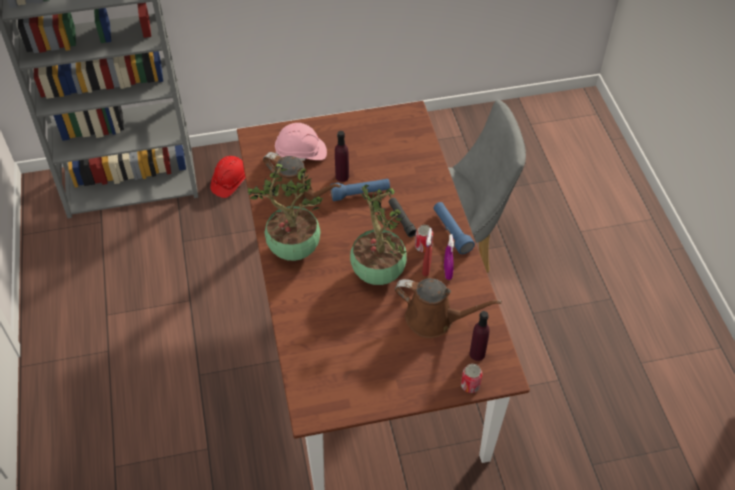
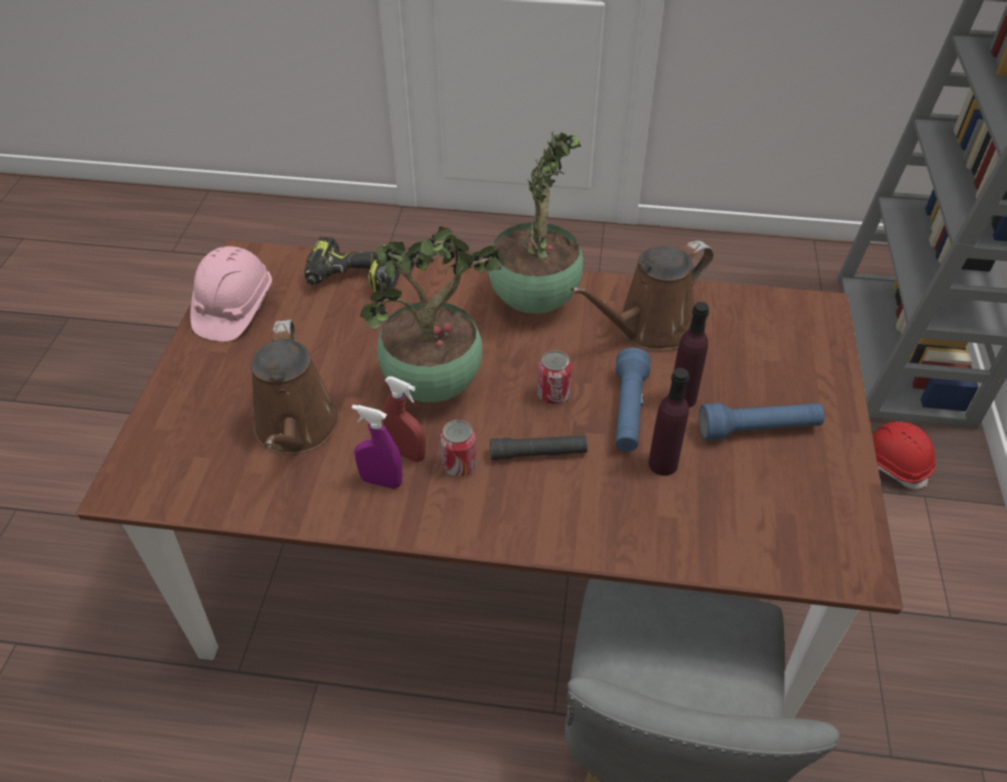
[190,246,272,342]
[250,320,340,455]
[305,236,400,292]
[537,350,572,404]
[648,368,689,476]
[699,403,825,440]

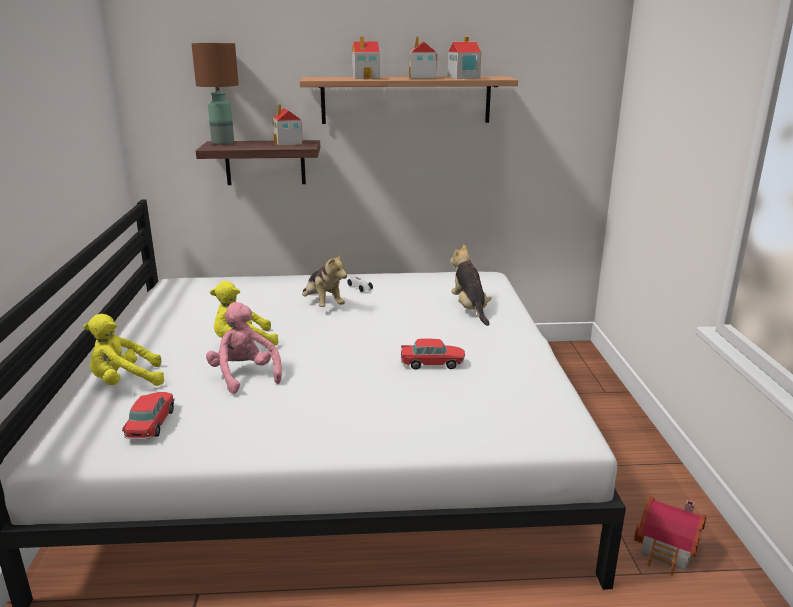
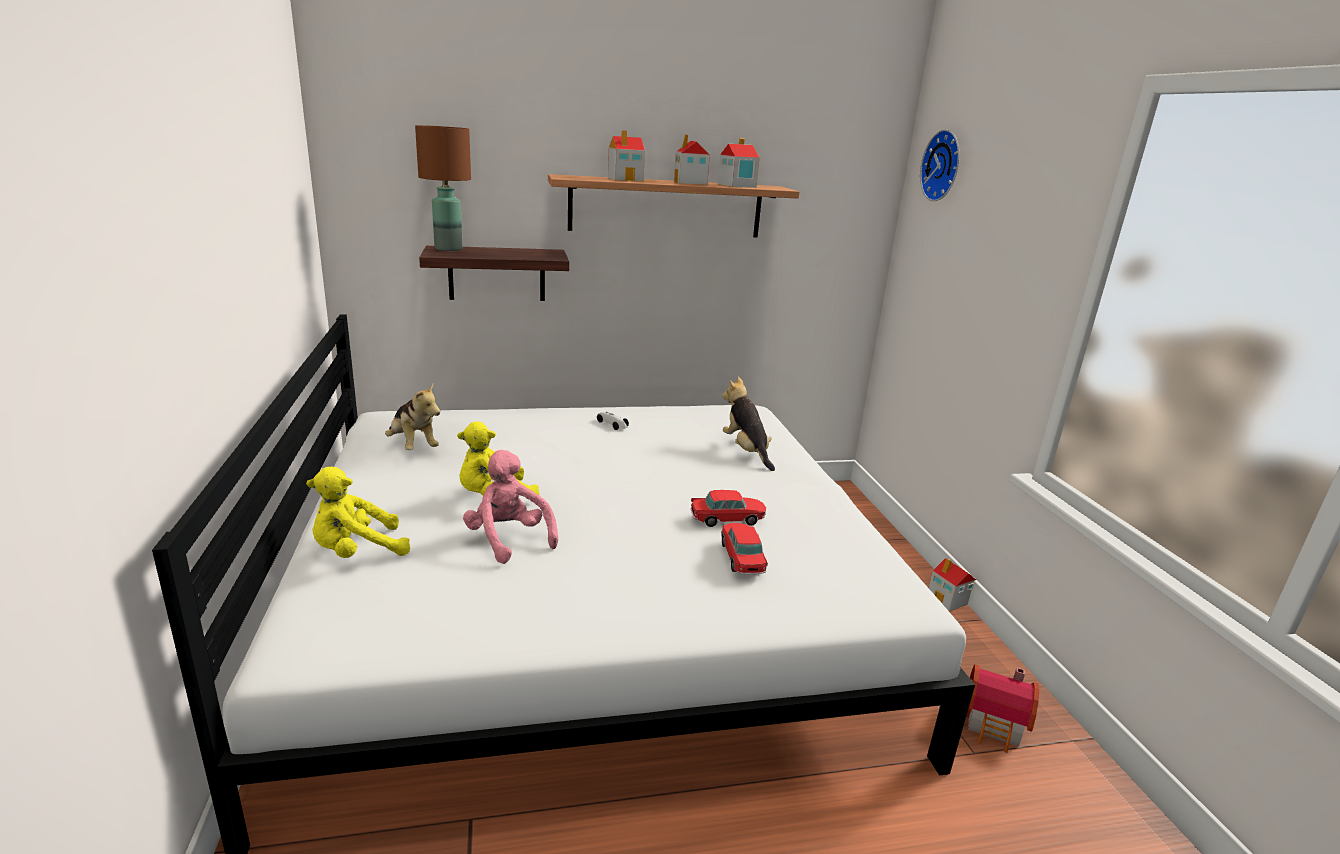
[385,384,440,450]
[721,523,768,574]
[920,129,960,201]
[929,558,976,611]

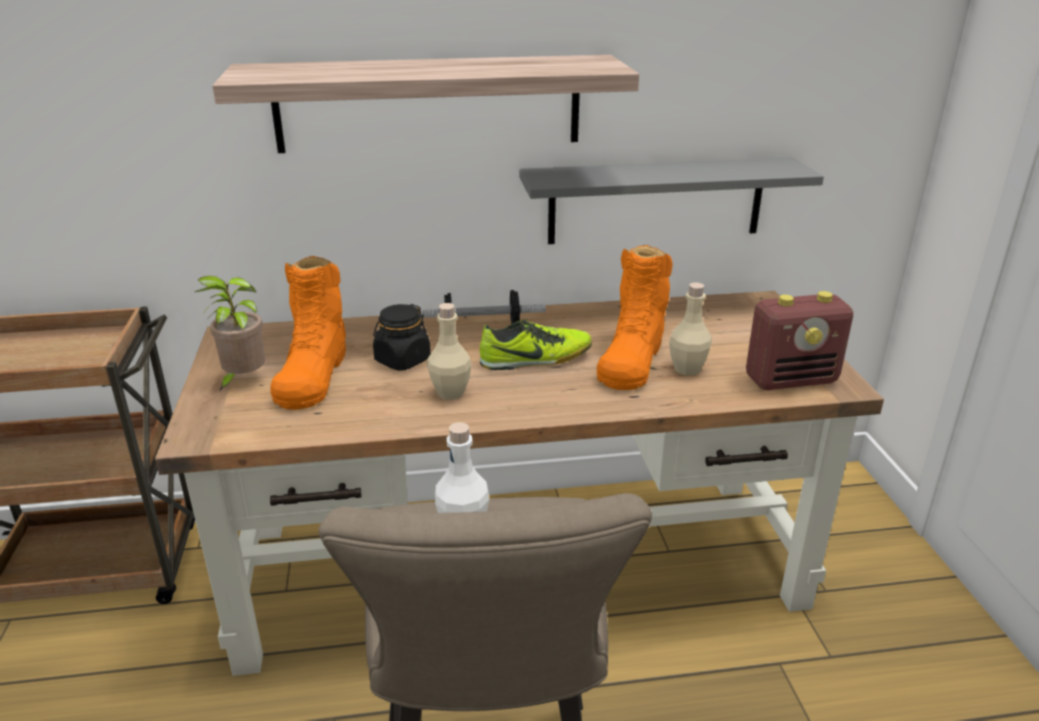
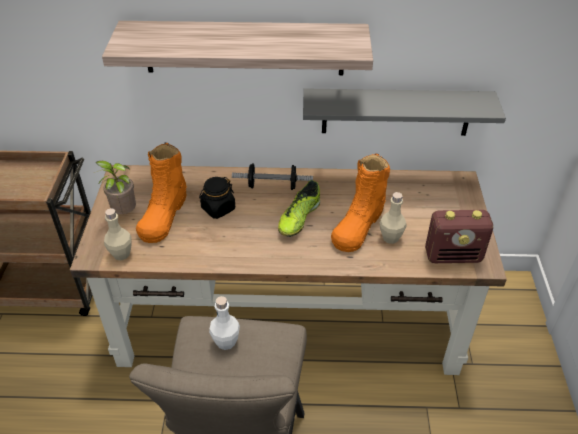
[104,208,132,260]
[278,180,320,237]

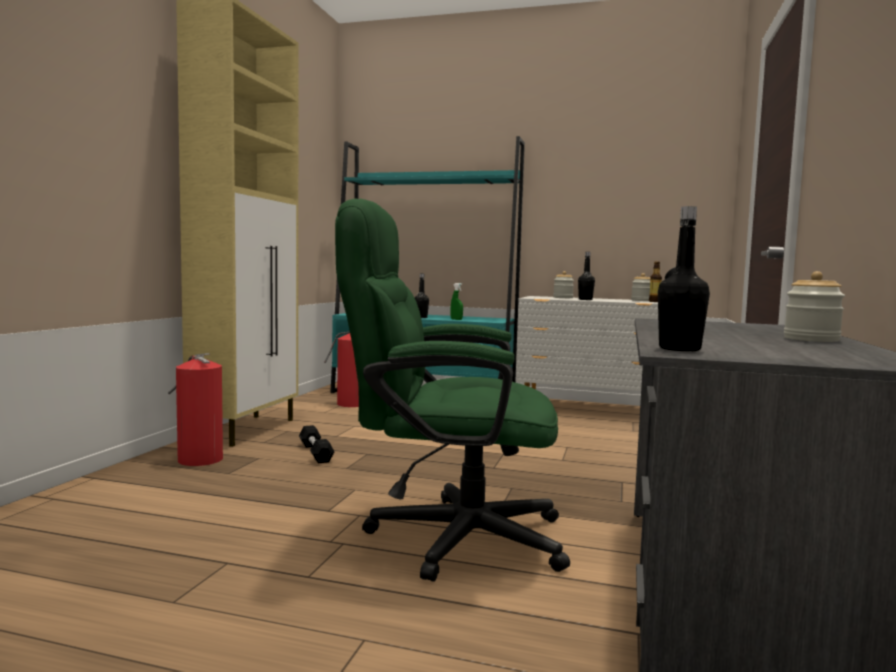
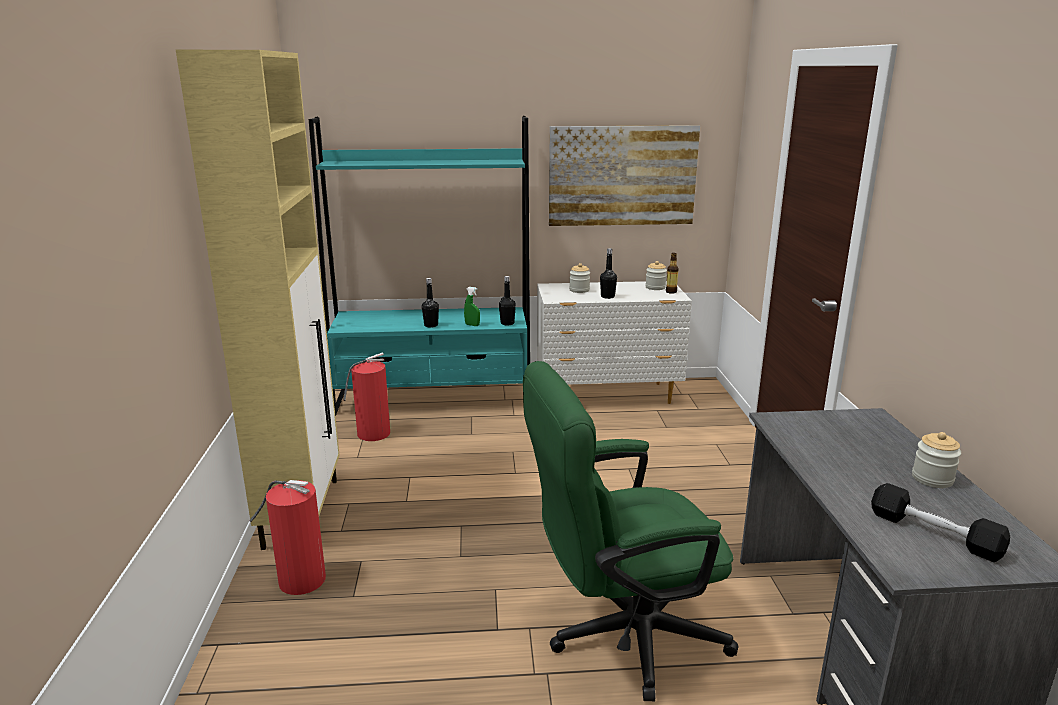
[499,276,516,325]
[549,125,700,226]
[871,483,1010,562]

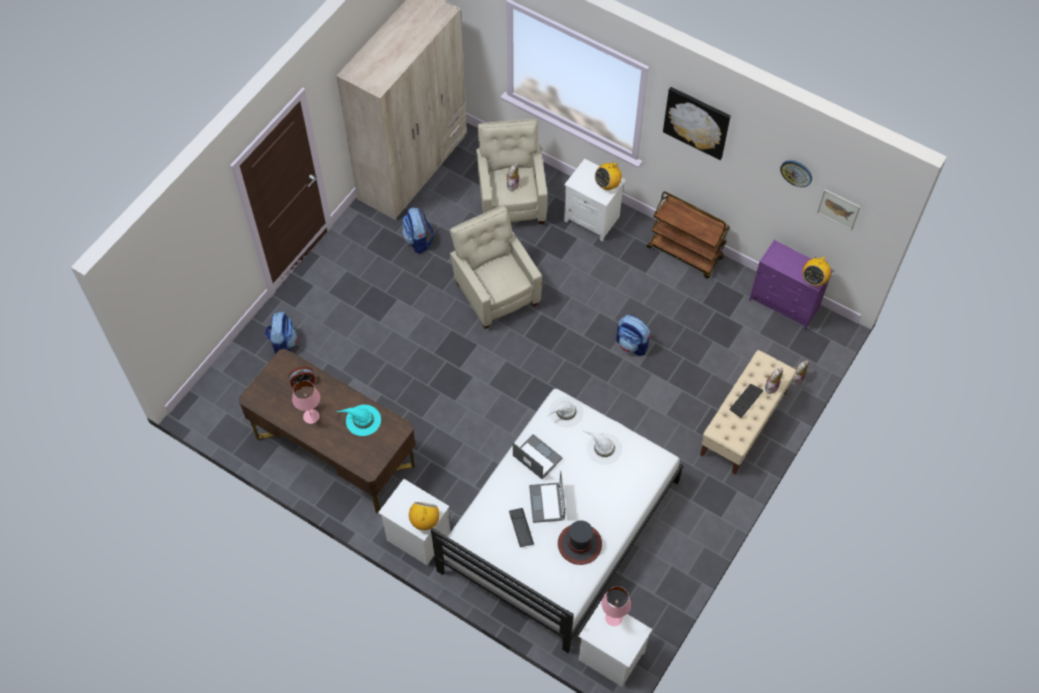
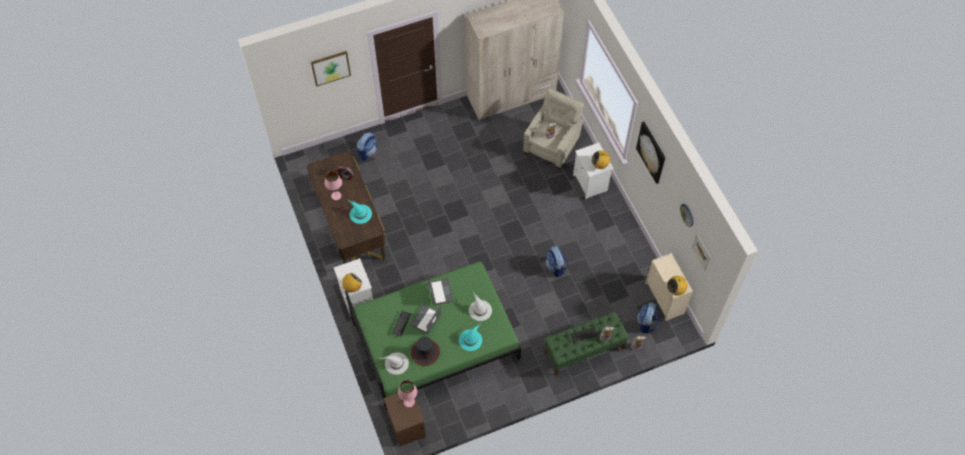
[311,51,351,87]
[345,261,521,410]
[379,352,409,375]
[383,388,426,447]
[459,323,482,351]
[544,311,629,376]
[637,302,659,333]
[645,253,693,321]
[450,206,542,329] (first image)
[647,191,730,279] (first image)

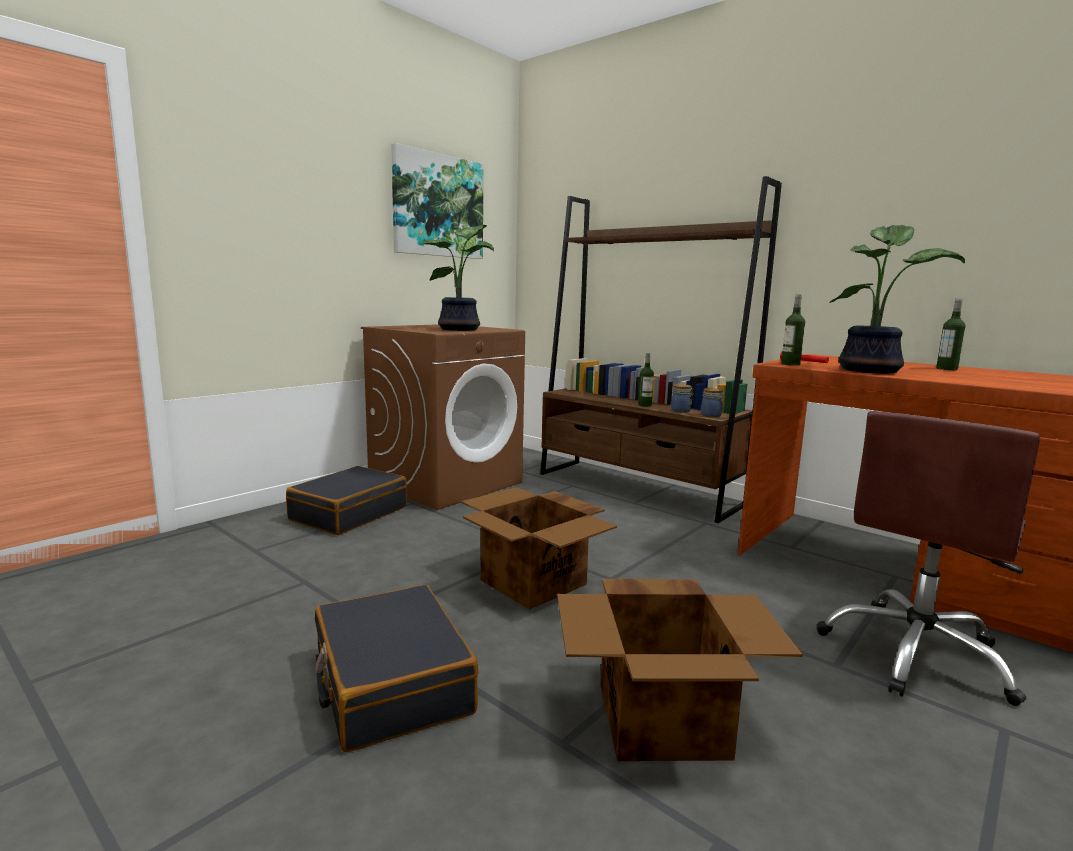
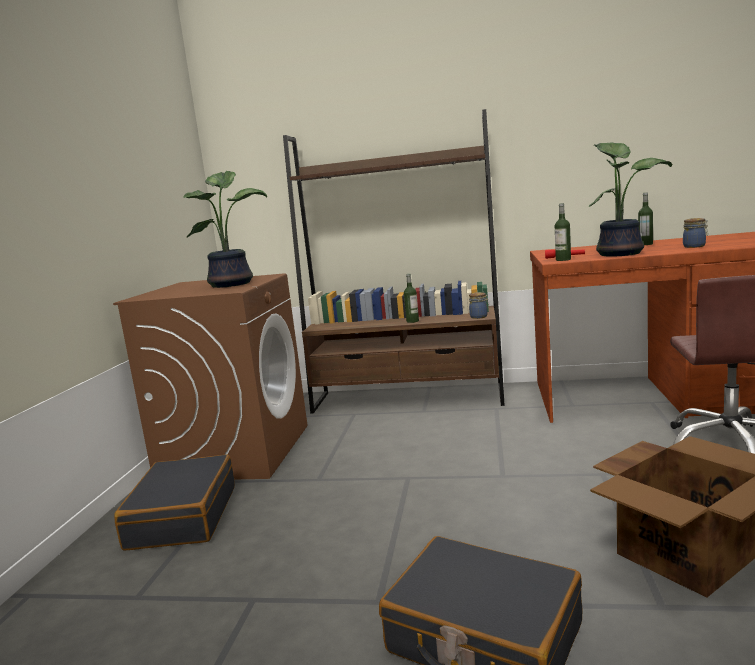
[683,218,708,248]
[391,143,483,259] (first image)
[461,487,617,610] (first image)

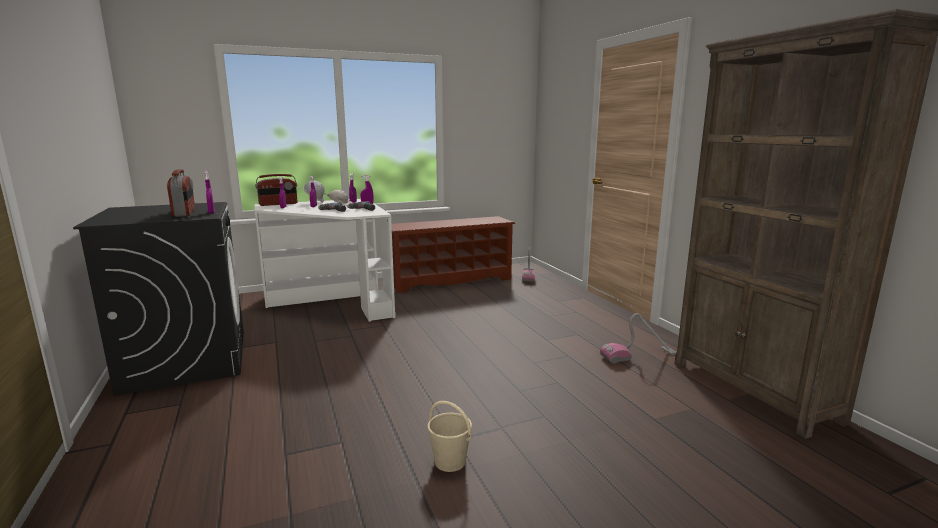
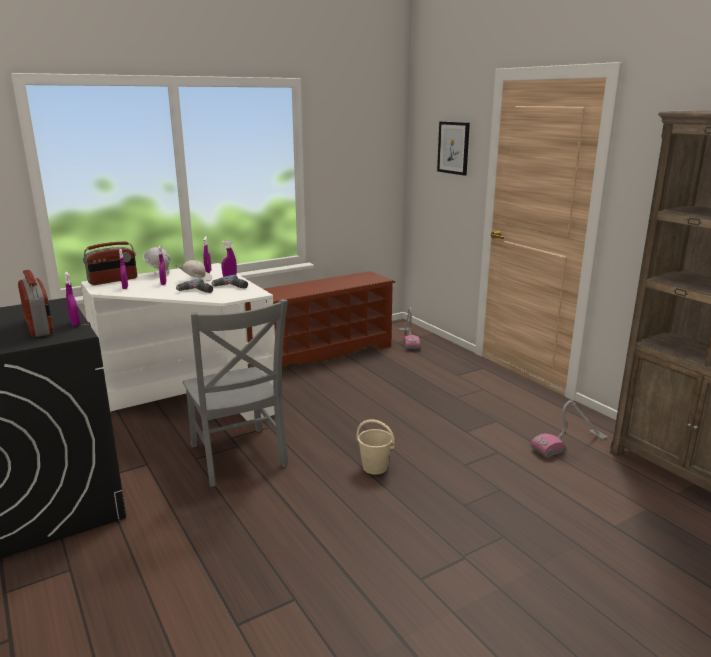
[183,299,288,487]
[356,419,395,475]
[437,121,470,176]

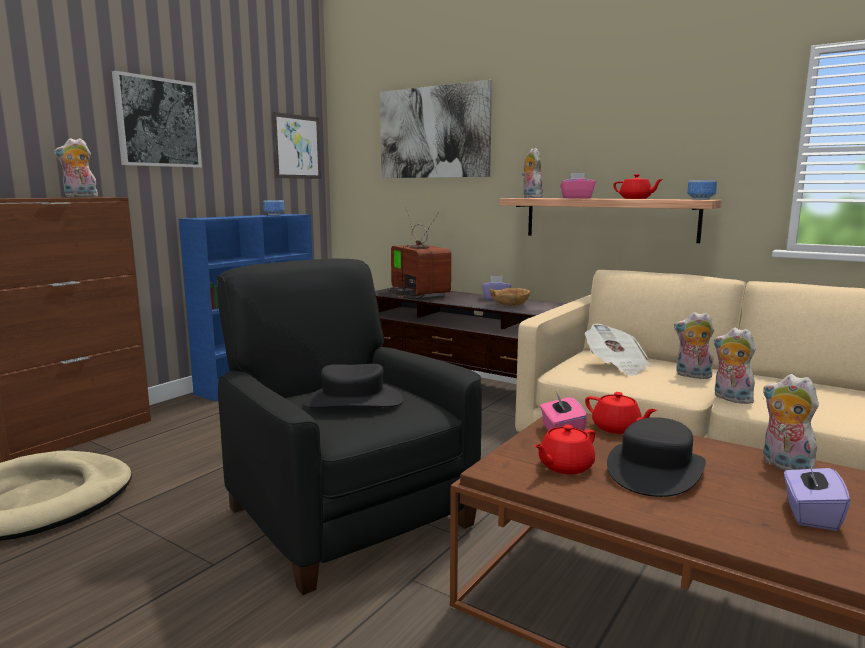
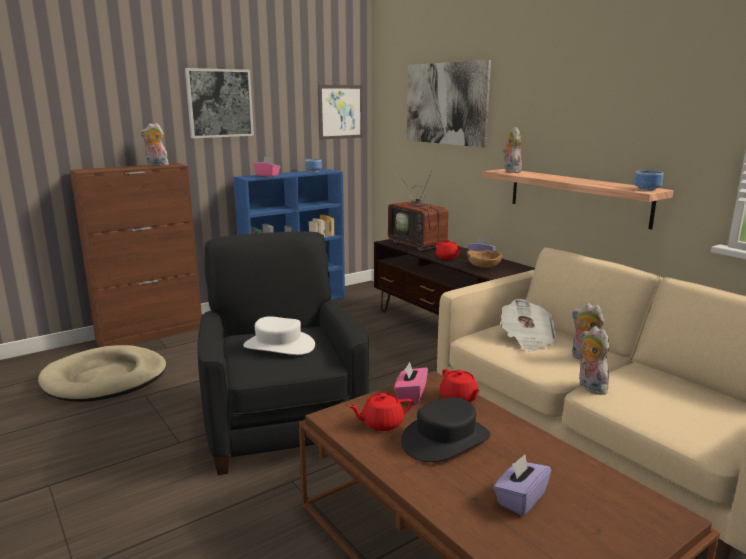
[243,316,315,355]
[253,157,280,177]
[388,171,448,251]
[436,240,461,259]
[762,374,819,471] (first image)

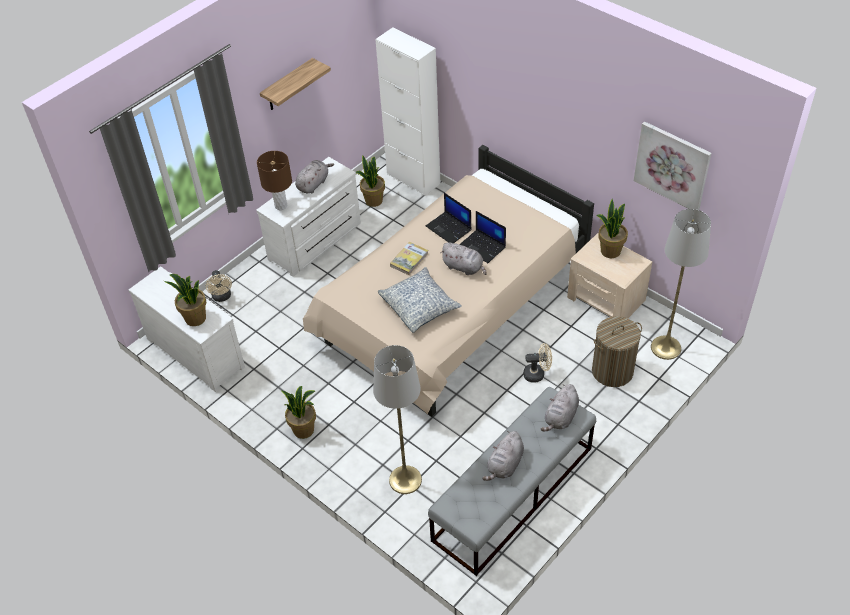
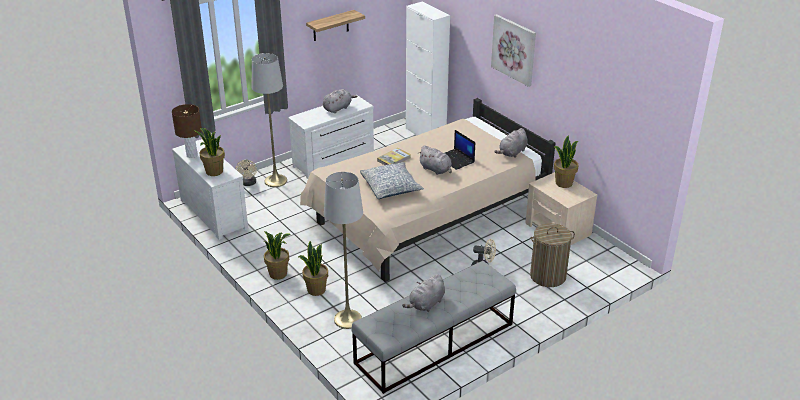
[172,104,202,158]
[252,53,287,187]
[298,241,328,296]
[491,14,536,87]
[495,128,528,158]
[426,193,471,243] (first image)

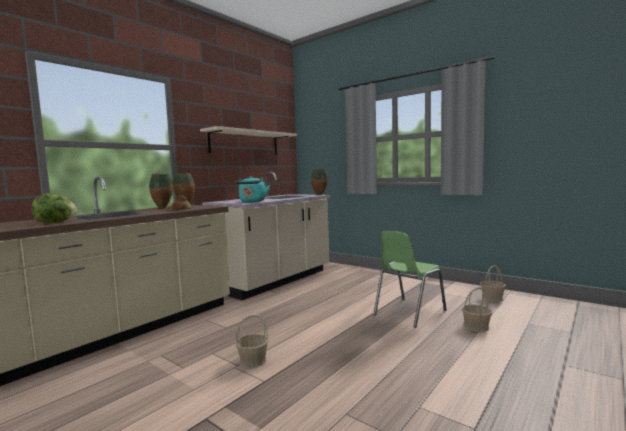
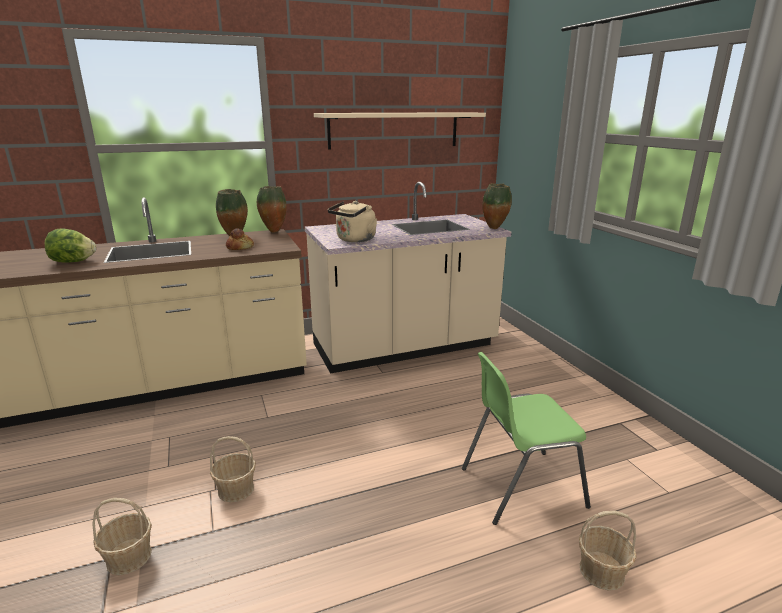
[92,498,152,575]
[328,201,377,242]

